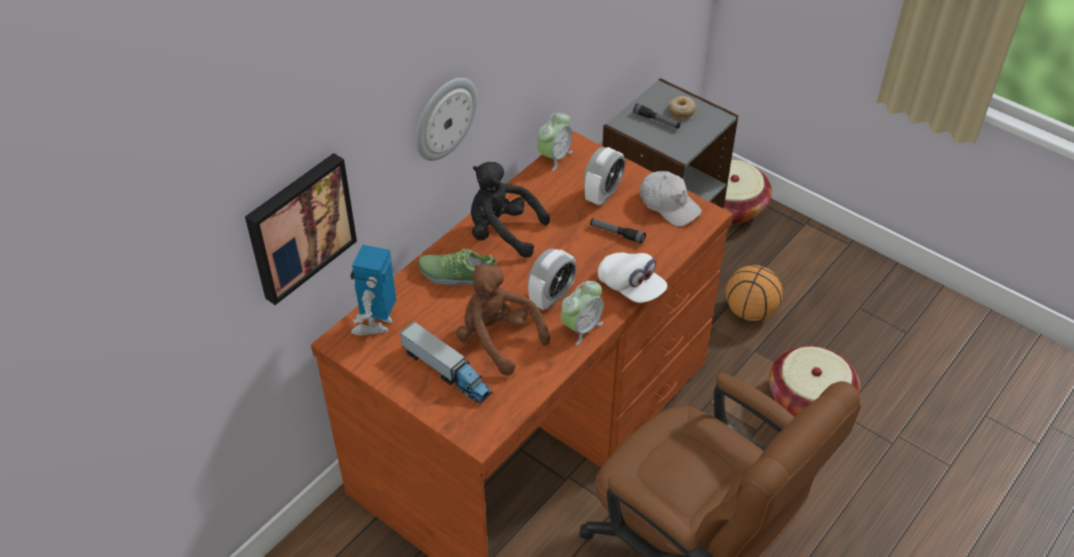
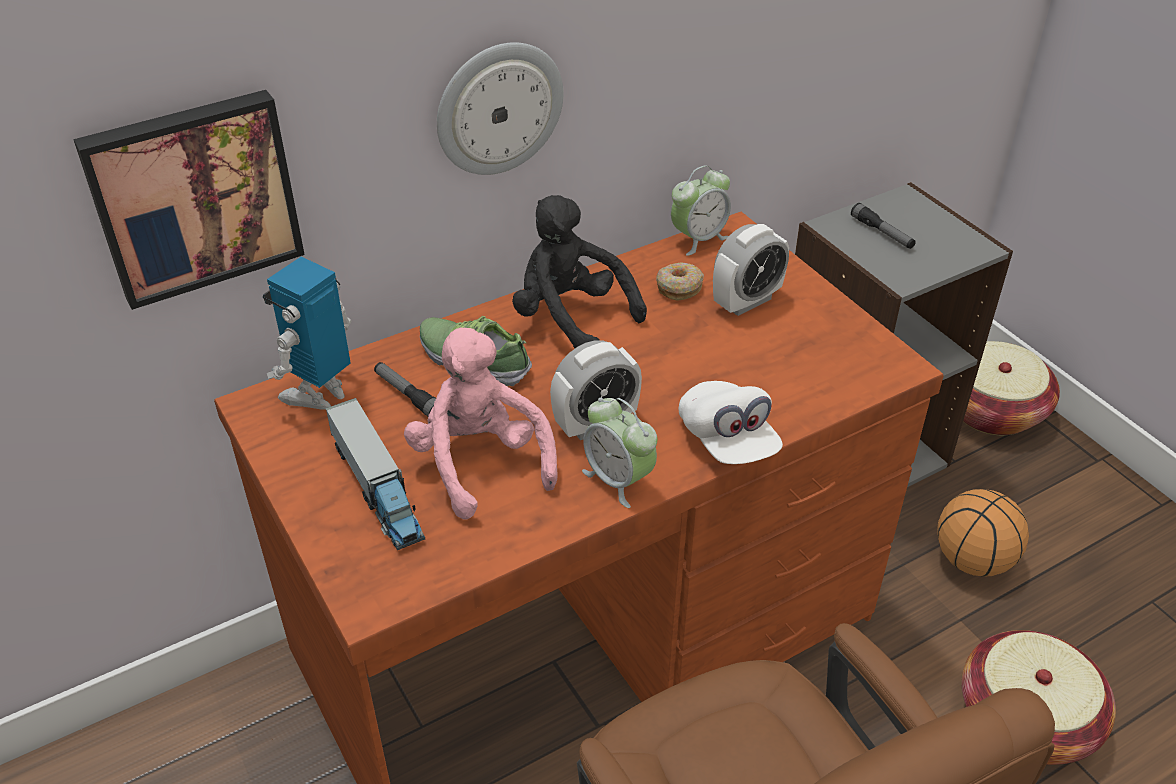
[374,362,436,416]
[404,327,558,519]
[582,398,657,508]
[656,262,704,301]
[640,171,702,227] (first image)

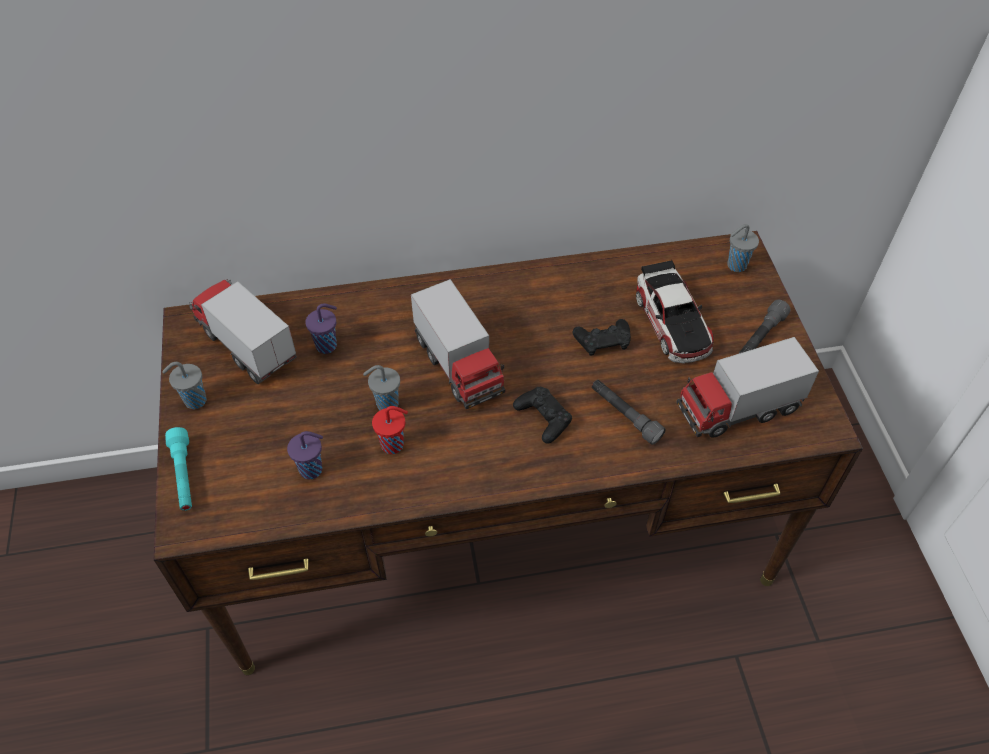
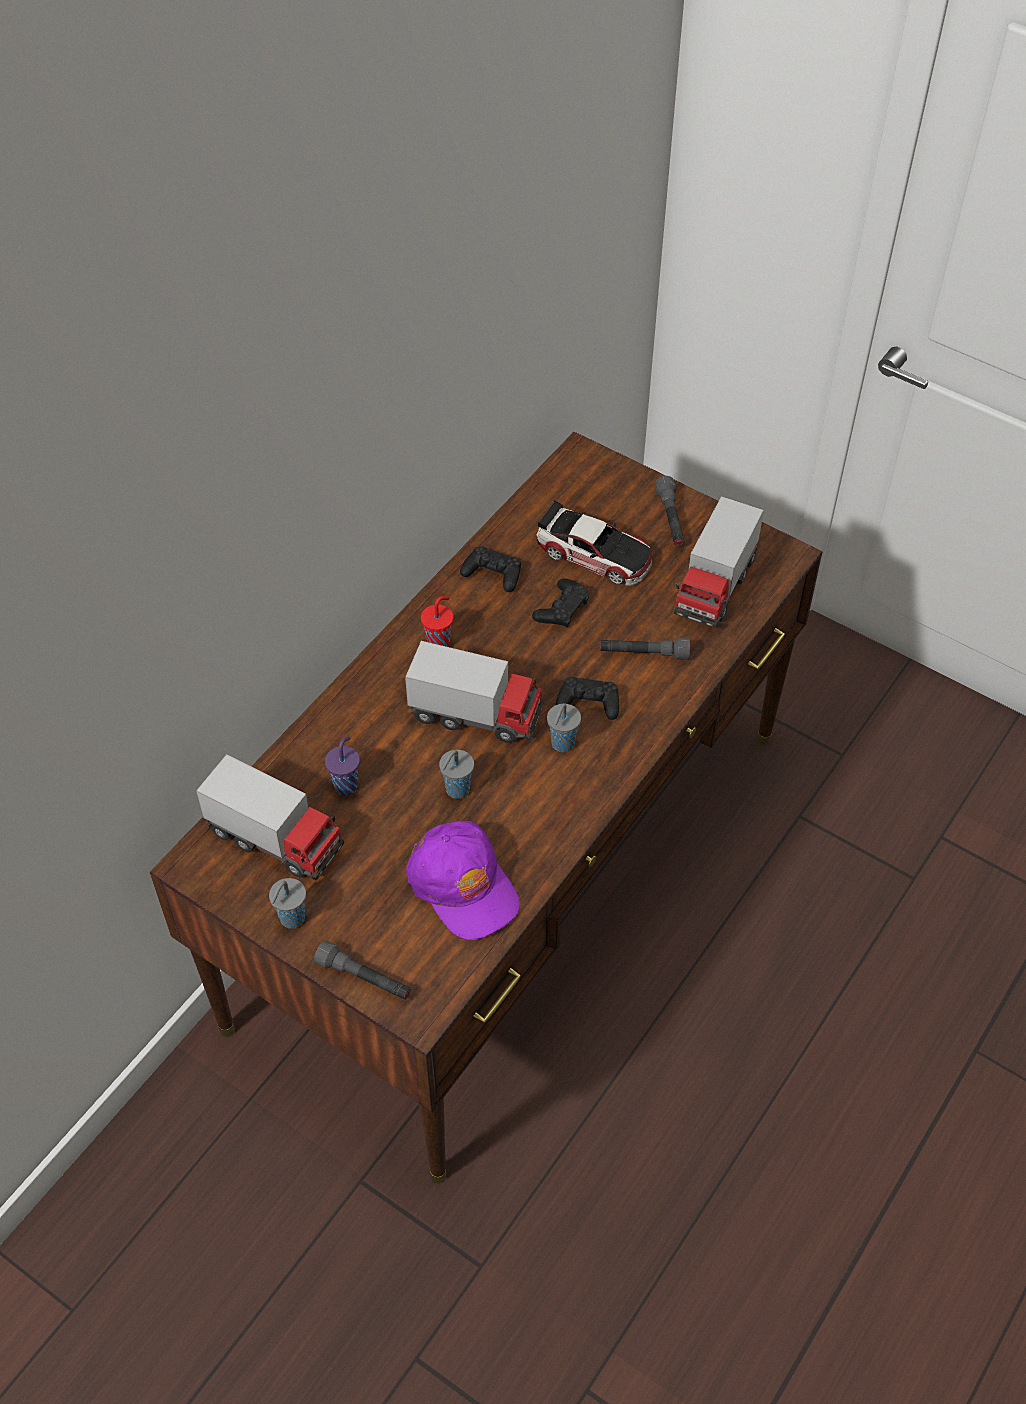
[196,754,344,881]
[314,940,411,1000]
[406,821,520,940]
[421,596,453,647]
[460,546,521,592]
[547,703,581,752]

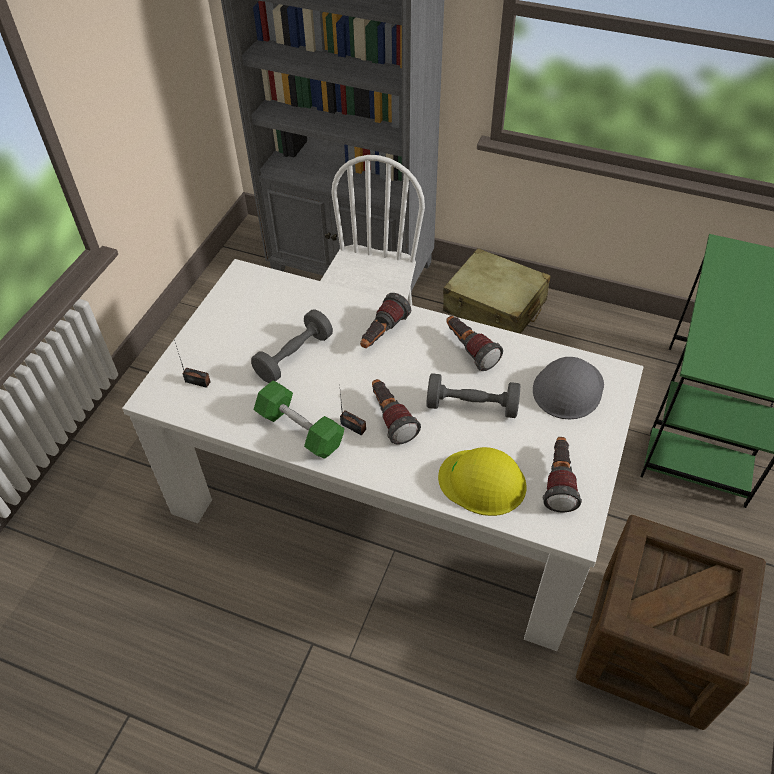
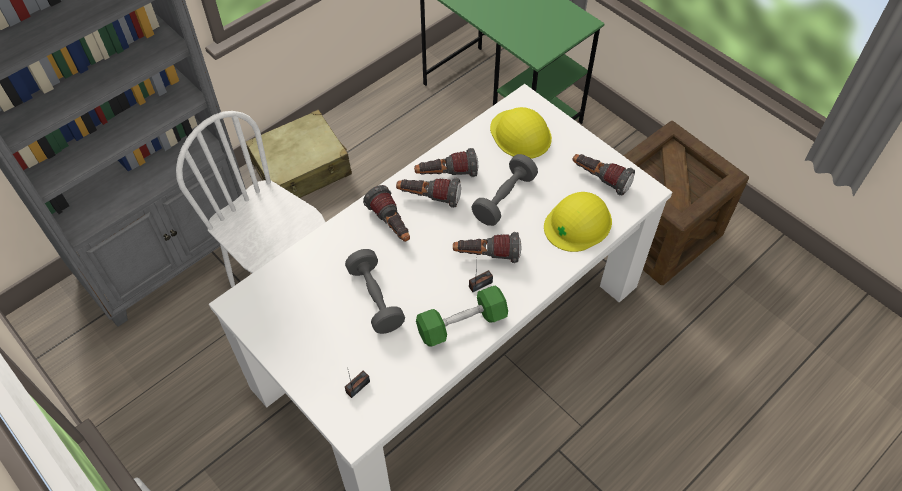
[396,178,461,208]
[490,107,552,159]

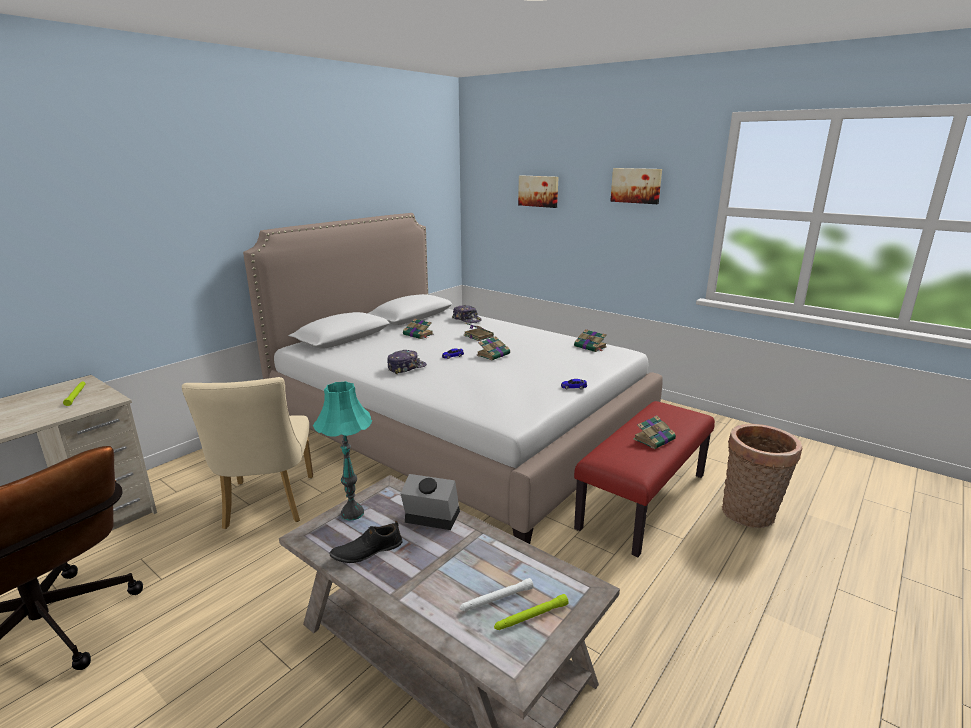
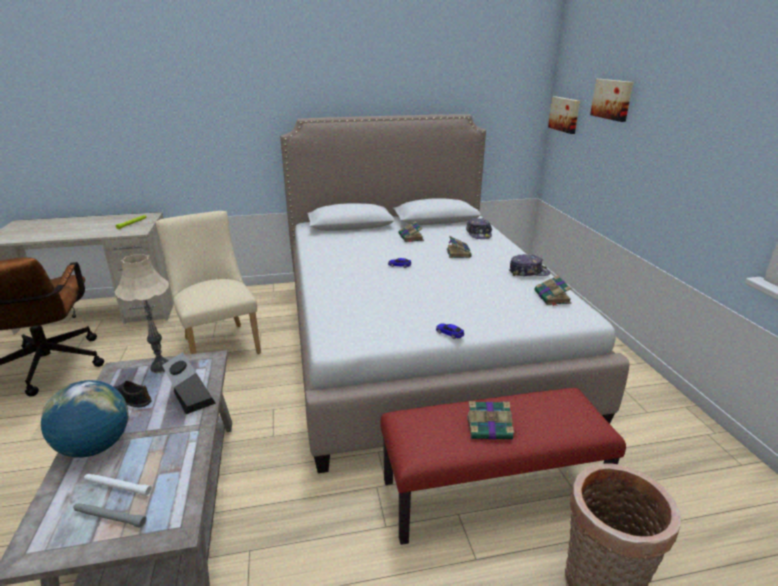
[41,380,129,458]
[73,503,147,528]
[114,254,169,373]
[156,211,261,354]
[509,254,550,276]
[548,96,580,134]
[477,336,510,360] (first image)

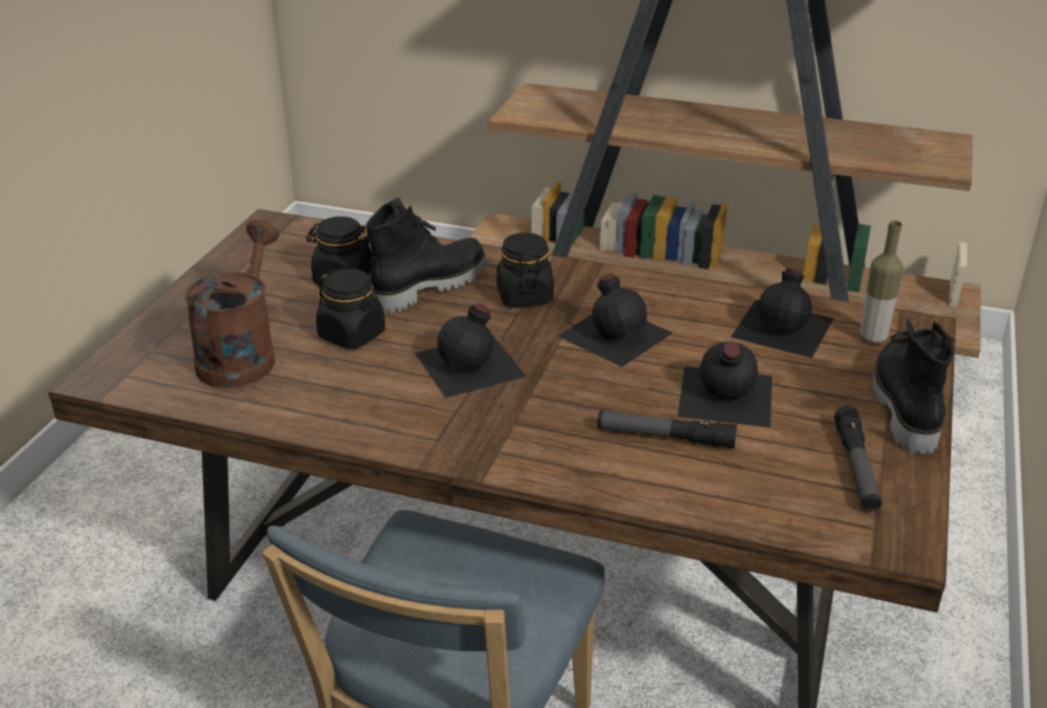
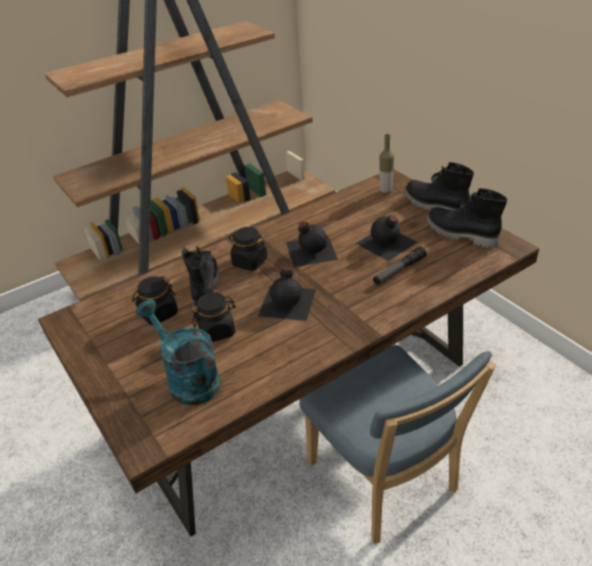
[136,299,221,405]
[427,188,507,248]
[731,267,834,358] (first image)

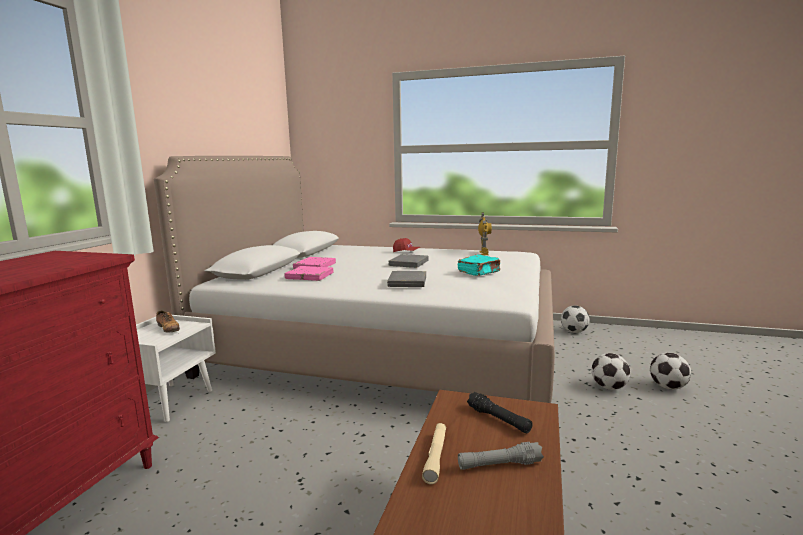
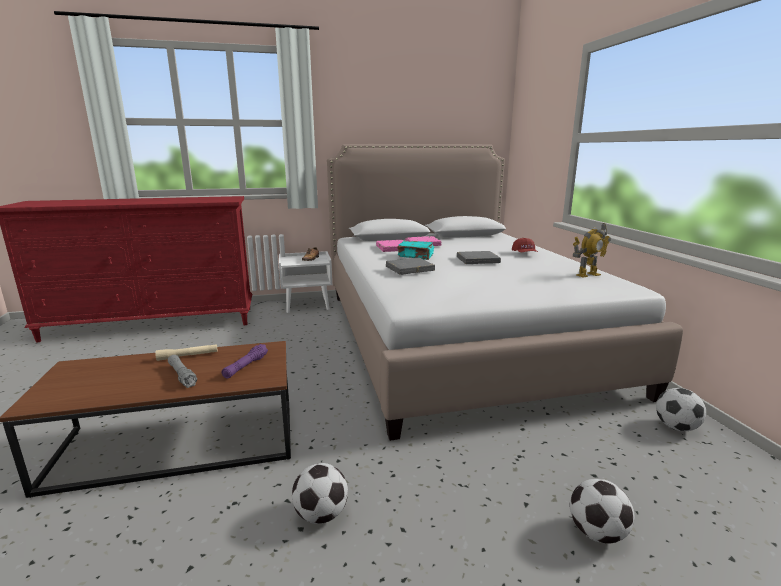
[221,344,268,379]
[292,463,348,524]
[397,241,434,260]

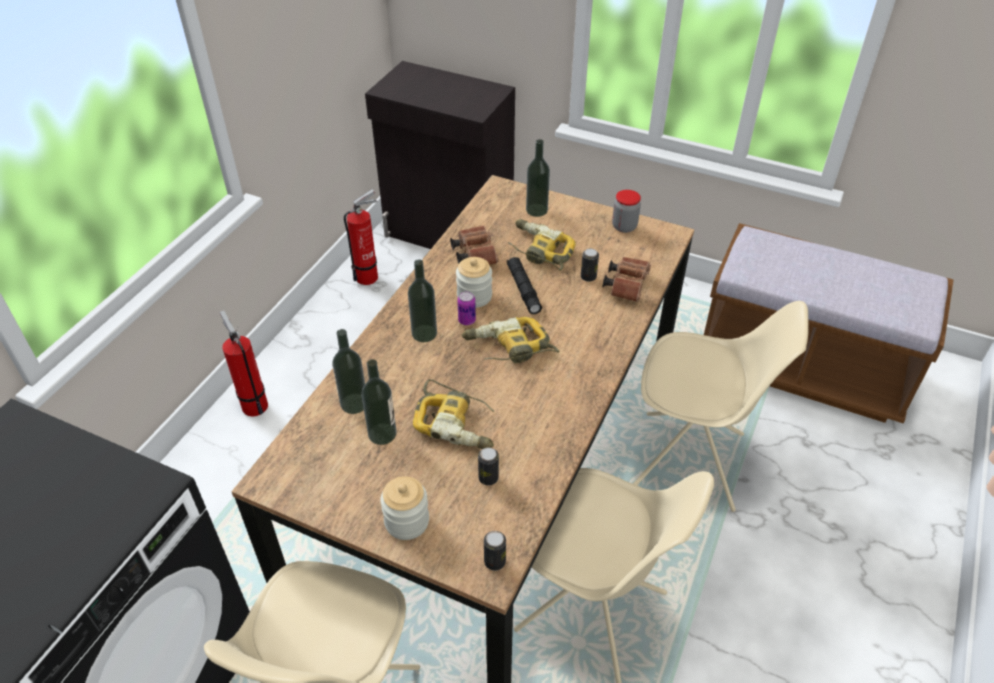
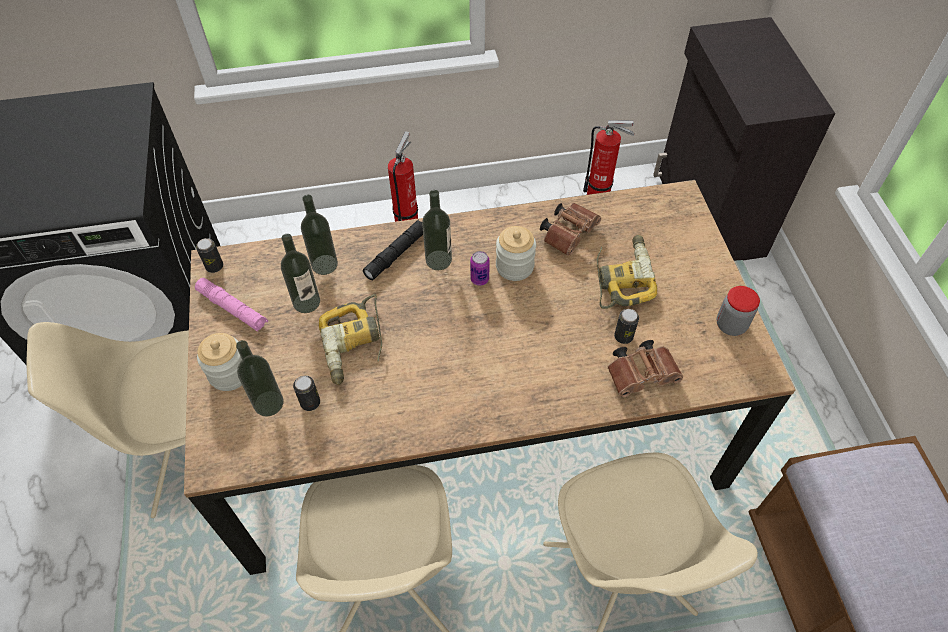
[195,278,268,332]
[196,238,223,273]
[236,340,284,417]
[363,220,423,280]
[462,317,559,363] (first image)

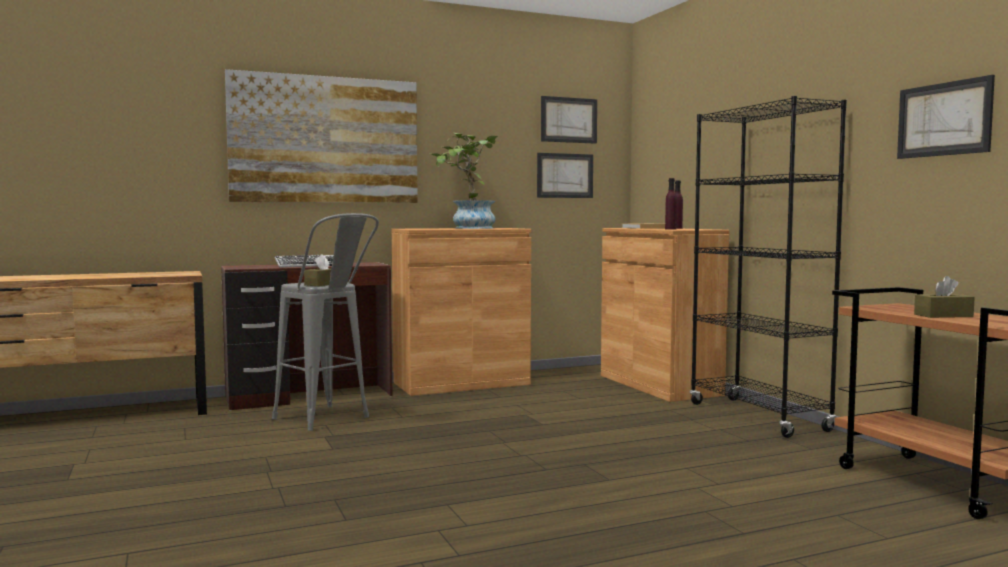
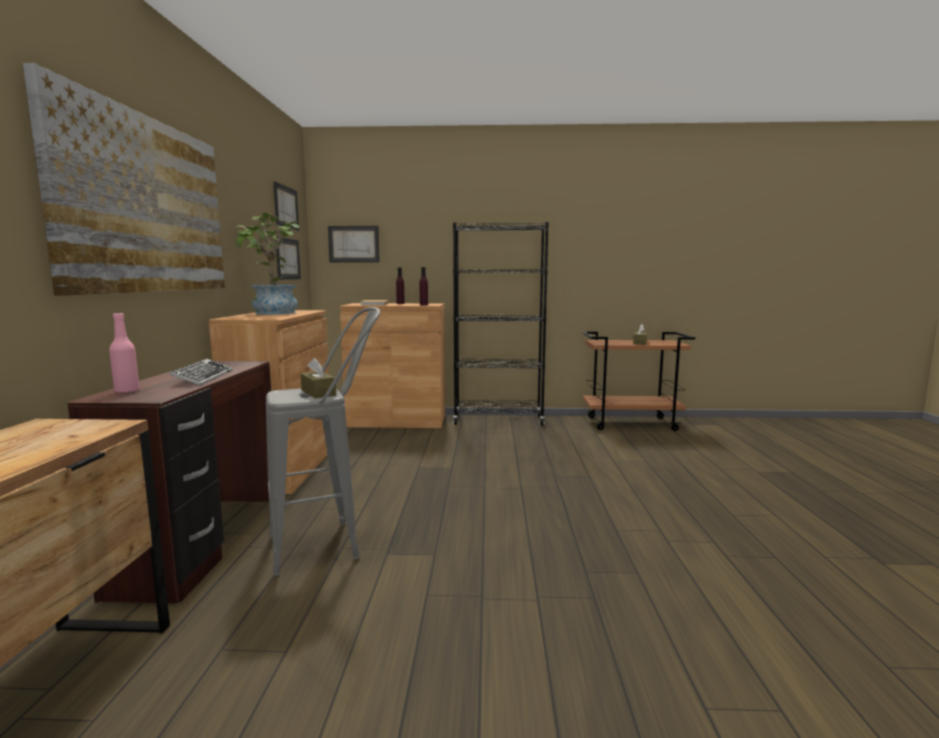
[109,313,140,393]
[328,226,380,263]

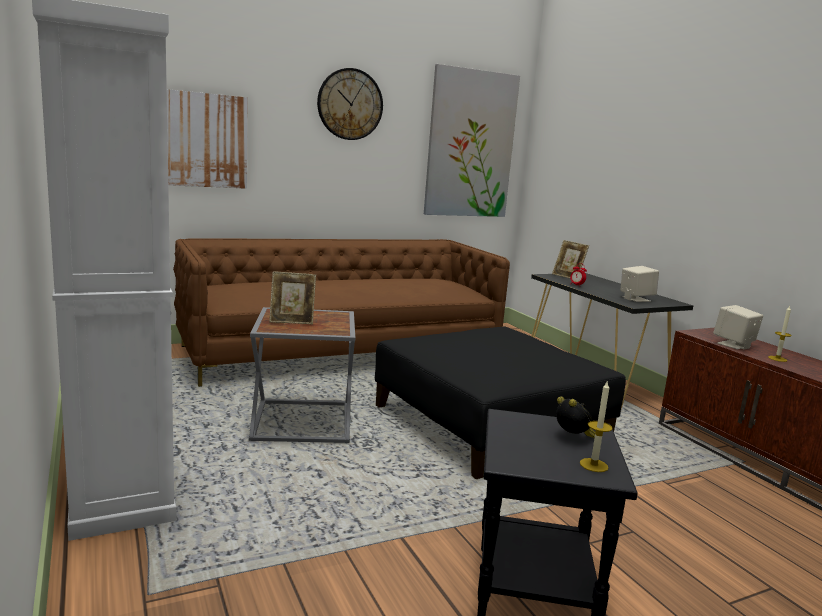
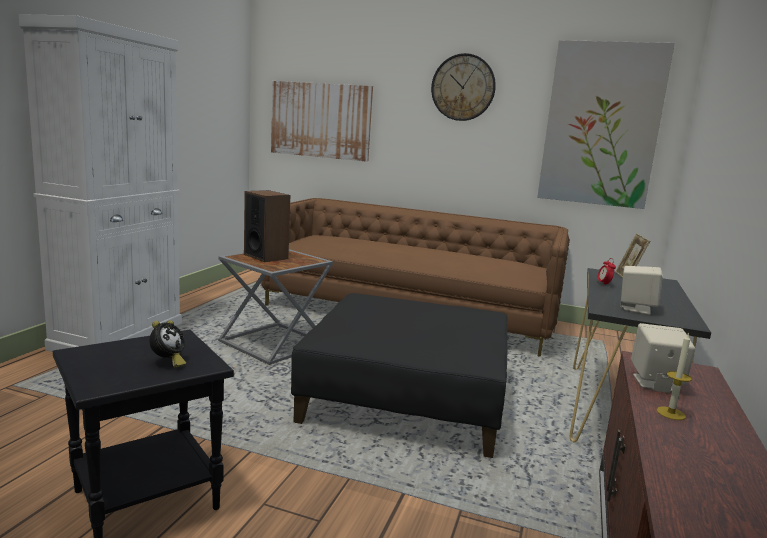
[244,190,290,262]
[580,380,613,472] (first image)

